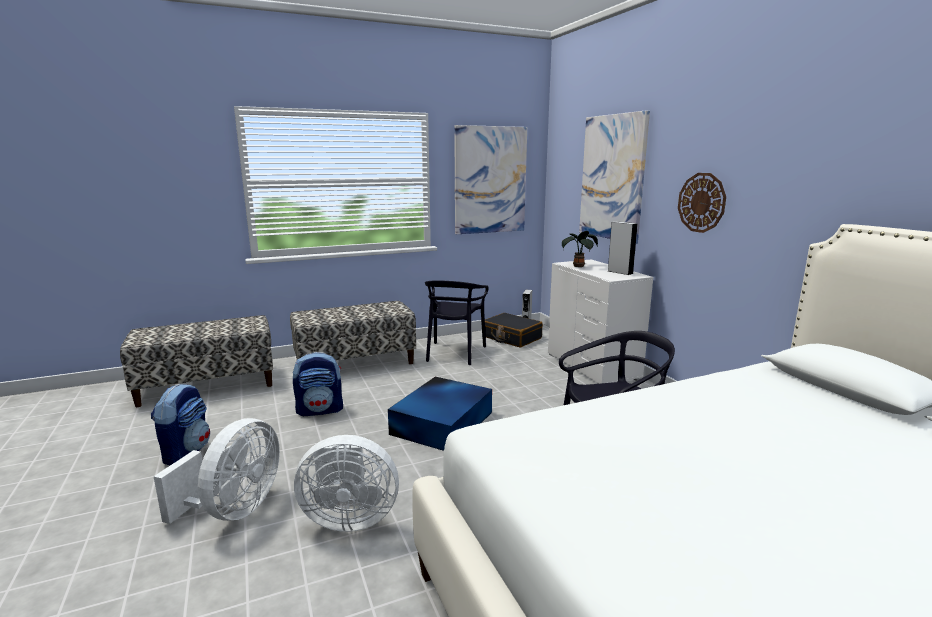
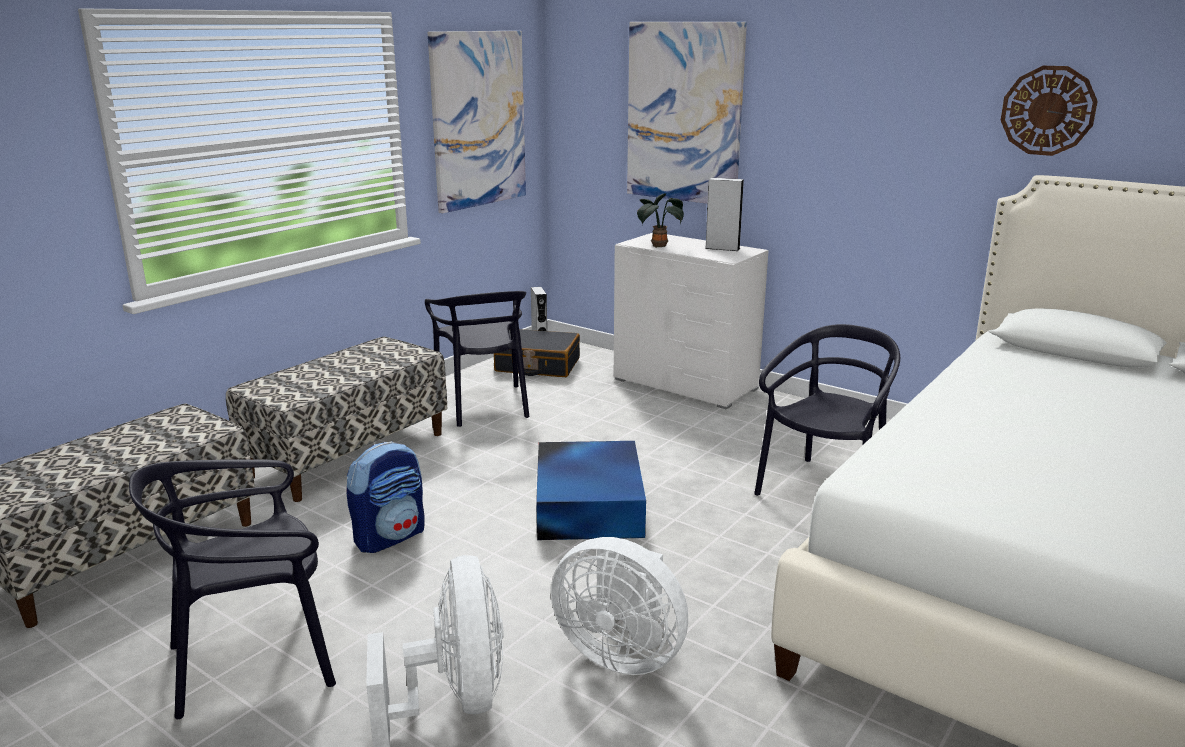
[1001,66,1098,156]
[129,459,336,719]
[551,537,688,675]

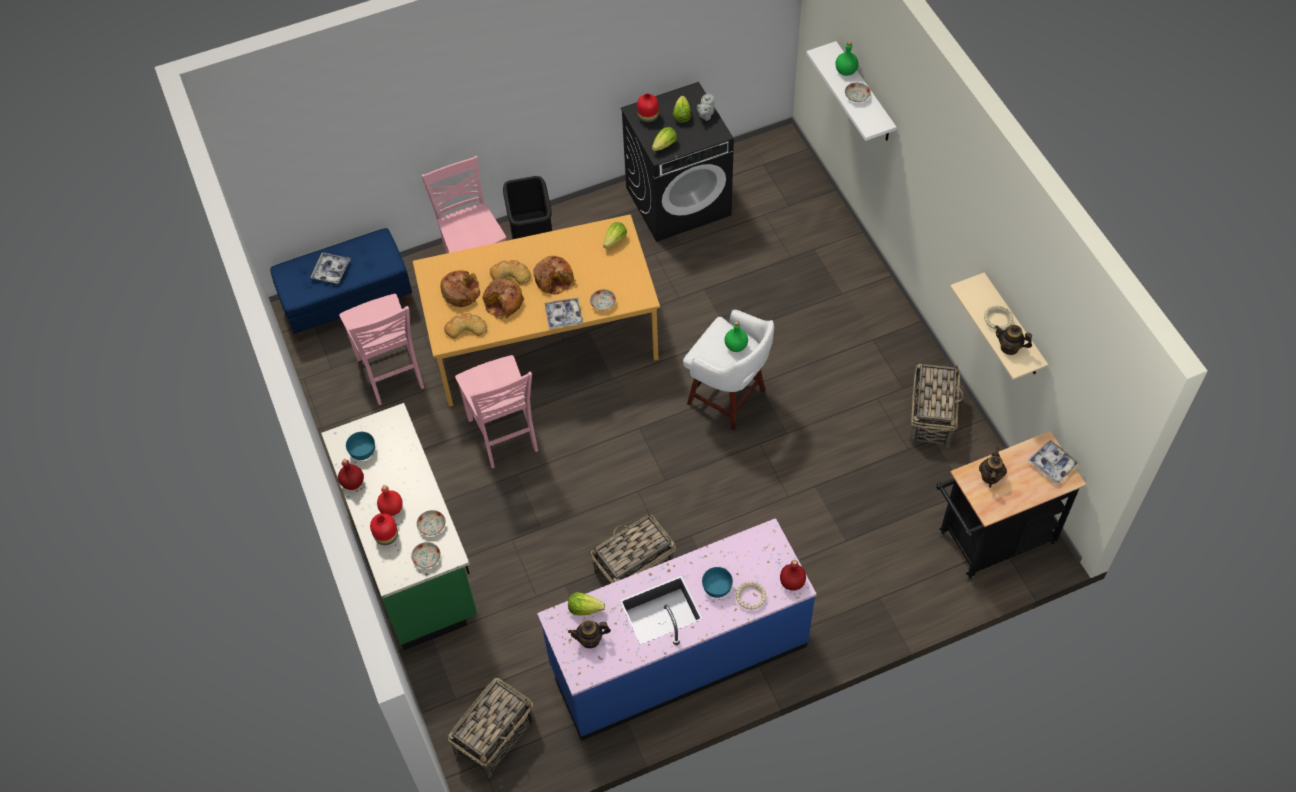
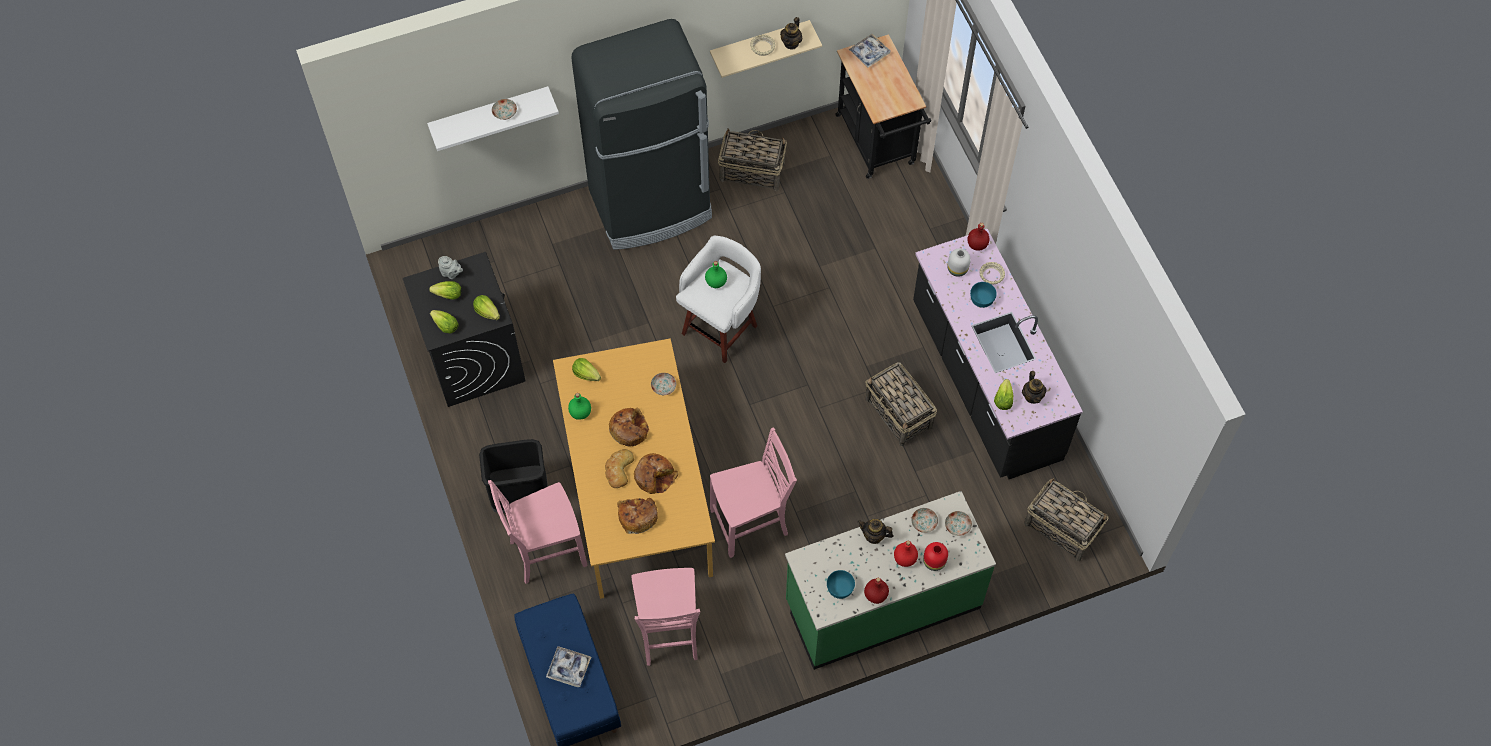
[568,393,591,420]
[430,310,459,333]
[631,568,700,666]
[544,297,583,329] (first image)
[444,313,487,339] (first image)
[858,519,894,544]
[913,229,1083,479]
[571,19,712,250]
[947,248,971,277]

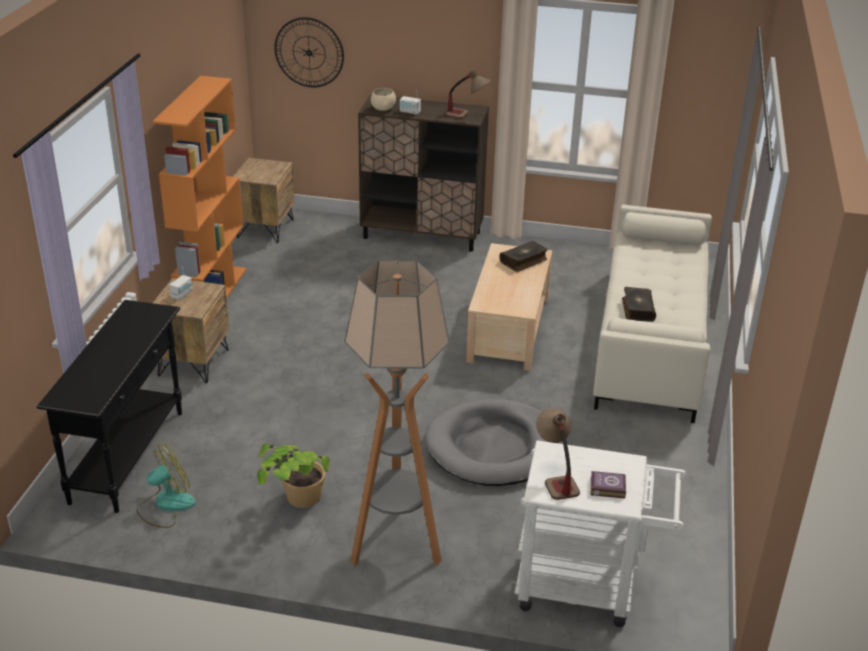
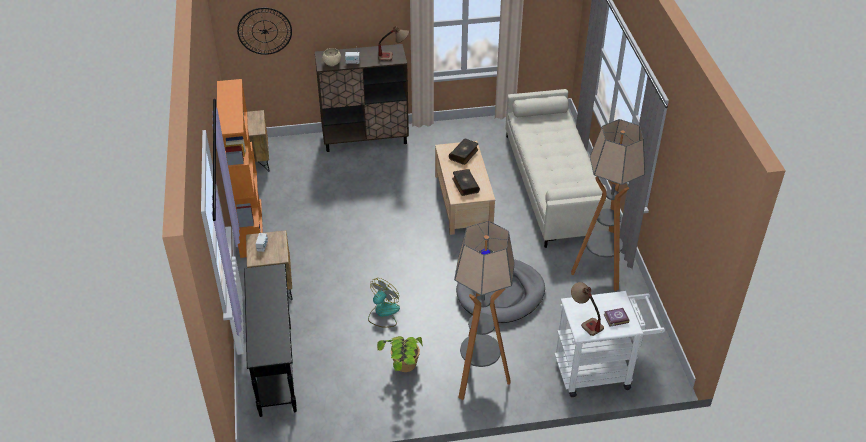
[452,169,480,196]
[368,278,400,328]
[571,119,645,291]

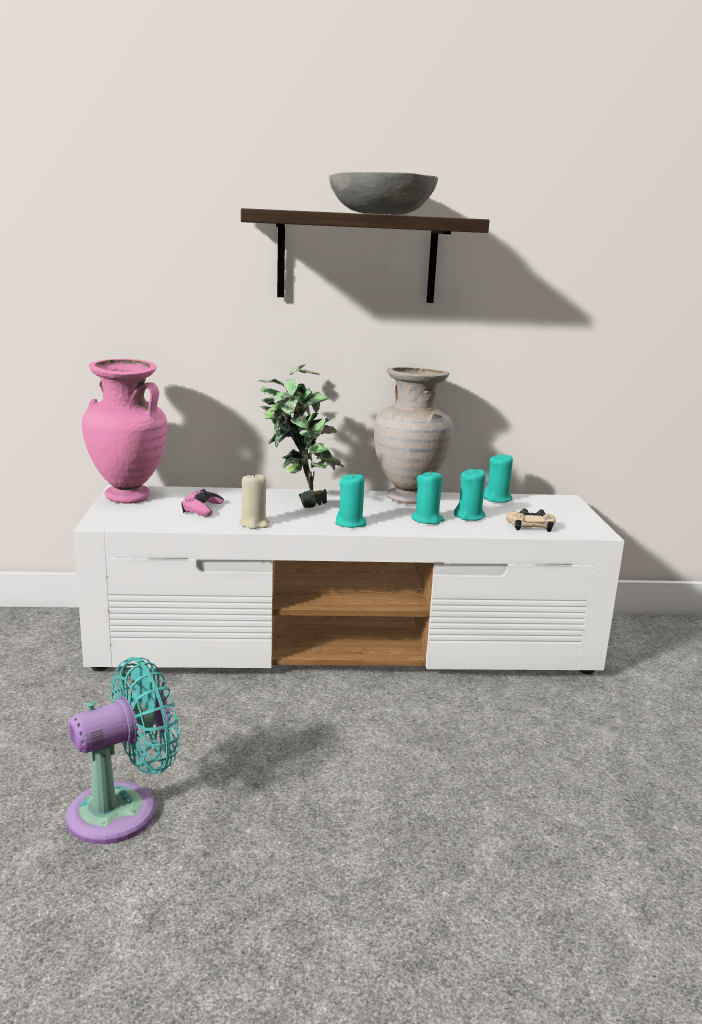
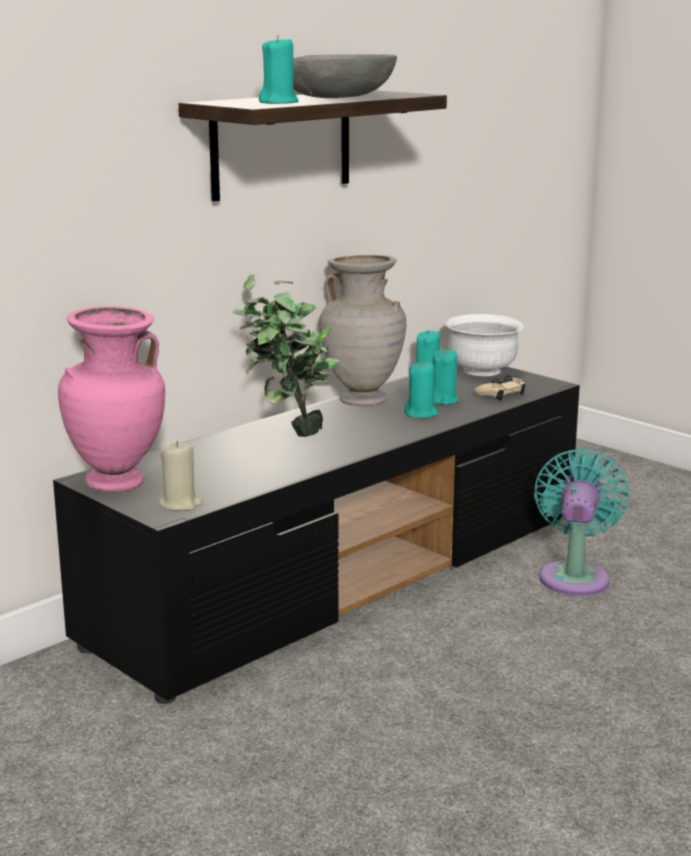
[159,441,203,511]
[259,35,298,104]
[53,364,580,704]
[181,489,224,517] (first image)
[534,449,630,596]
[445,314,524,376]

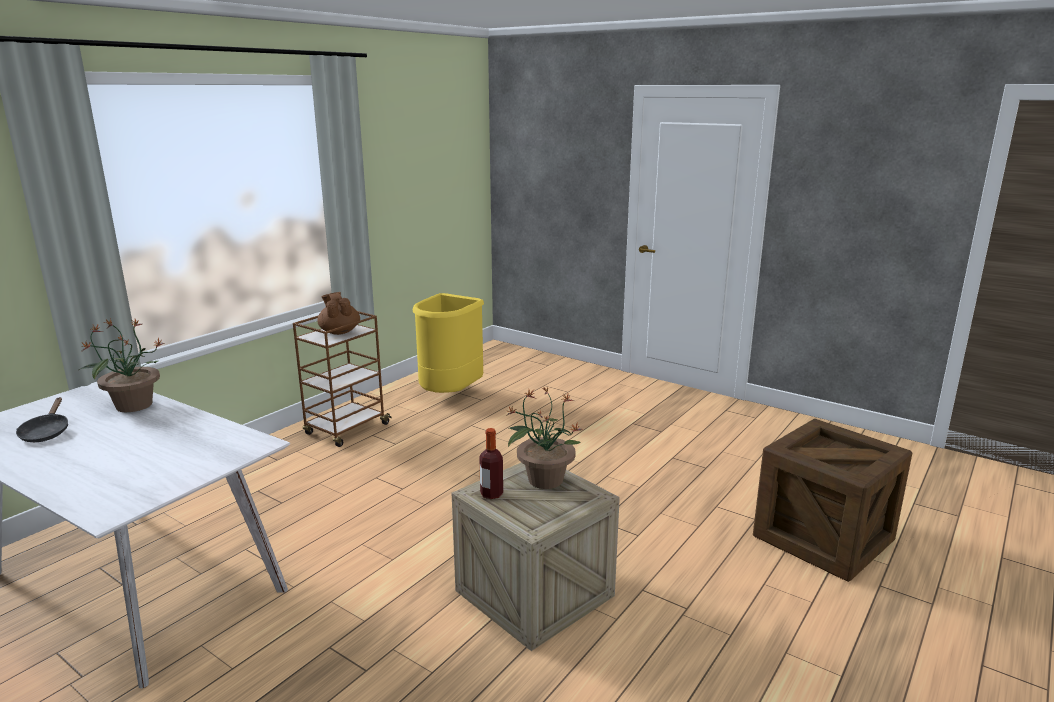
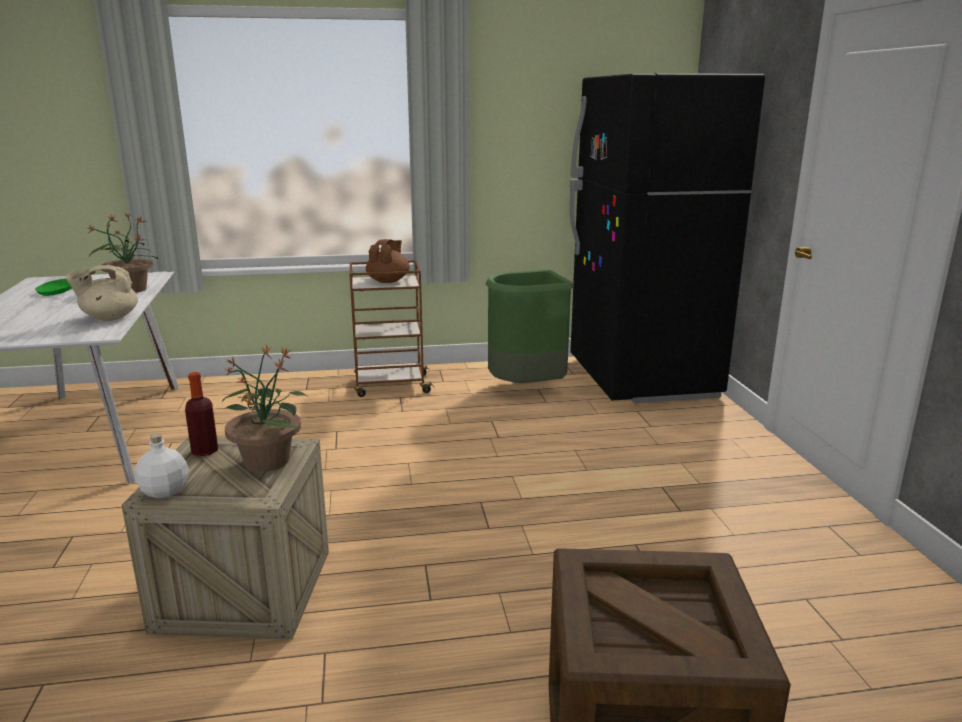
[485,269,574,383]
[35,271,96,296]
[570,73,765,403]
[66,265,138,321]
[134,433,189,499]

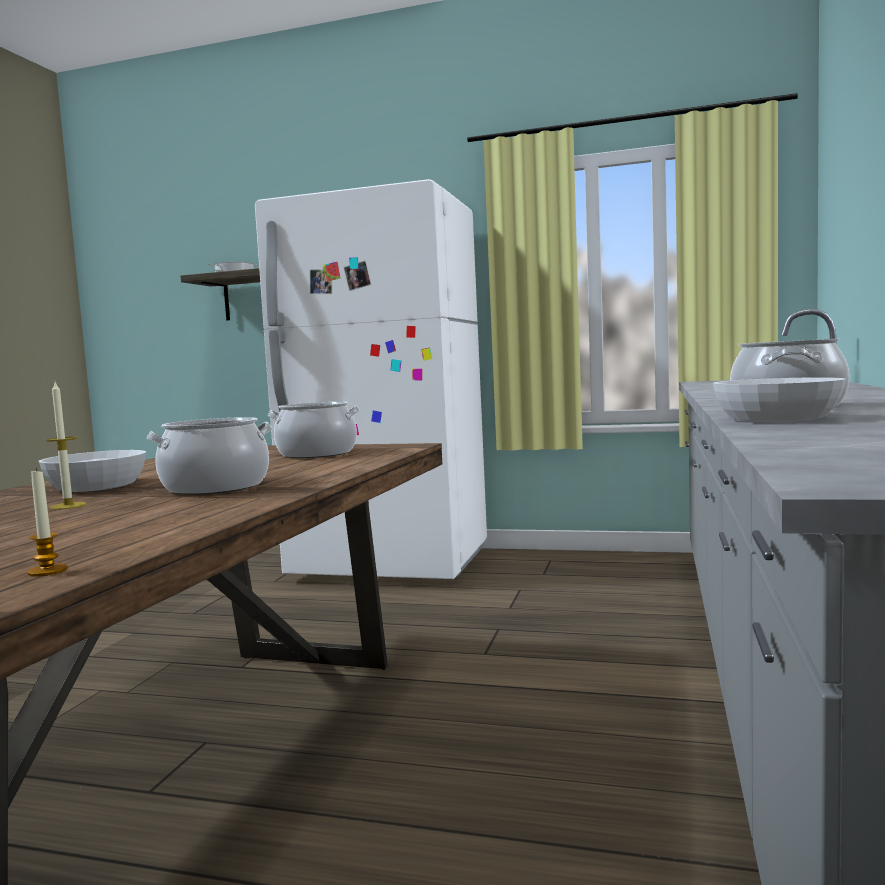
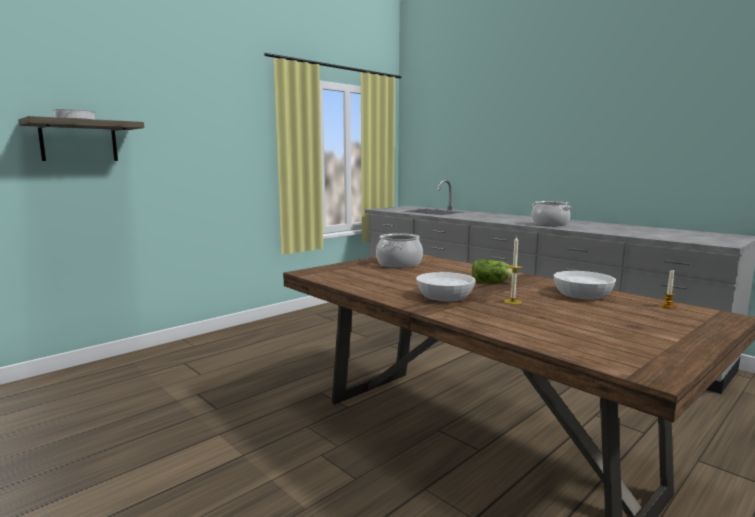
[255,179,487,579] (first image)
[554,271,616,300]
[472,259,512,283]

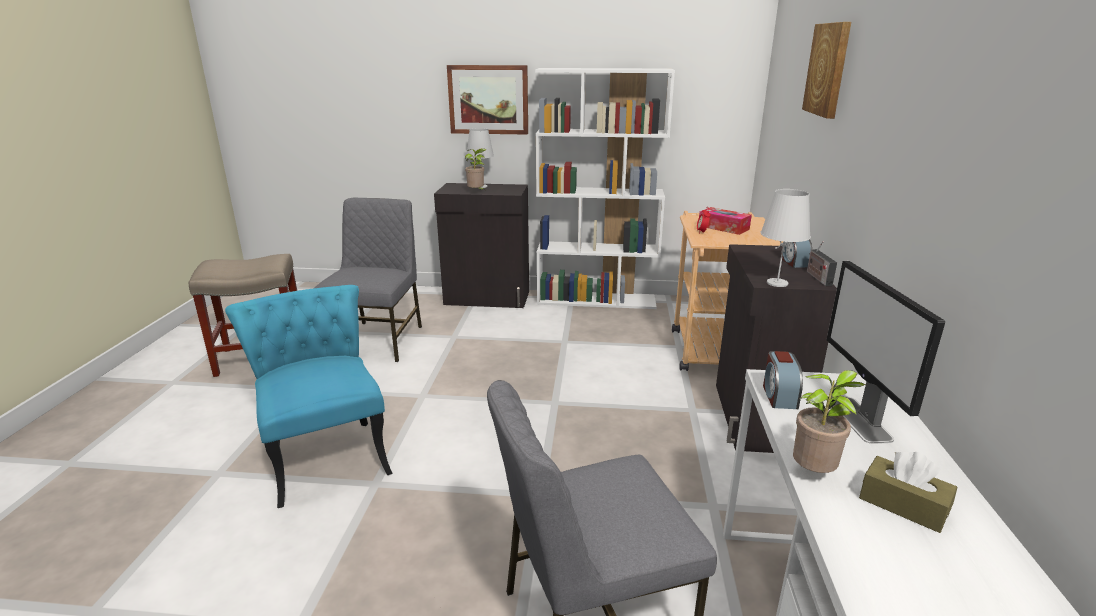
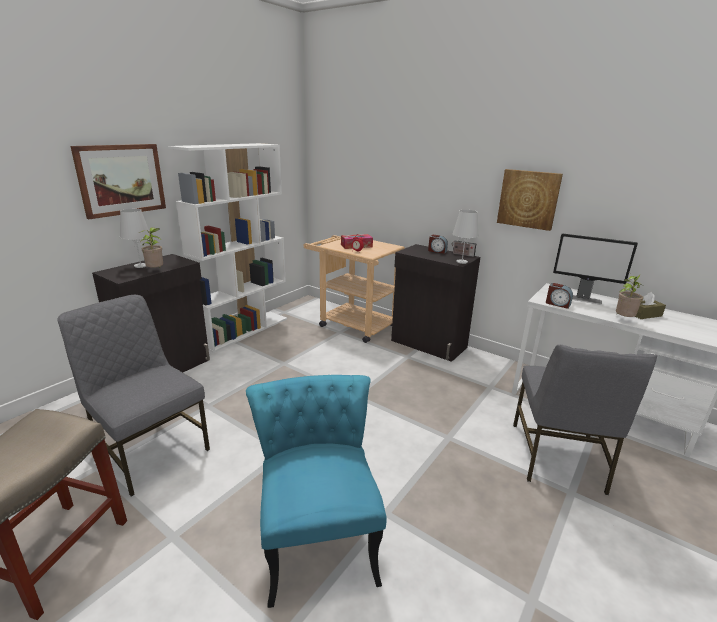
[497,169,563,231]
[246,375,387,608]

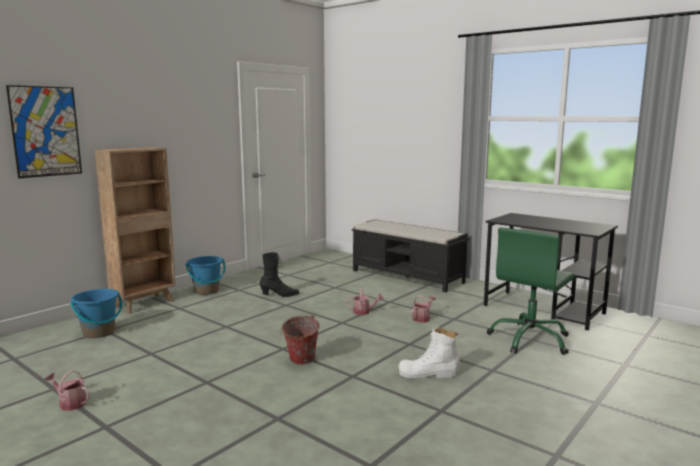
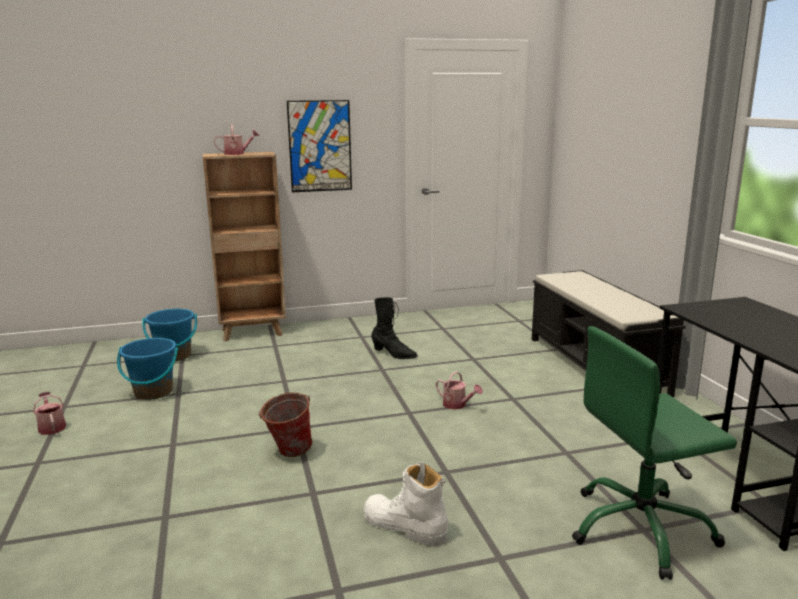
[287,100,352,192]
[117,338,178,400]
[213,125,260,155]

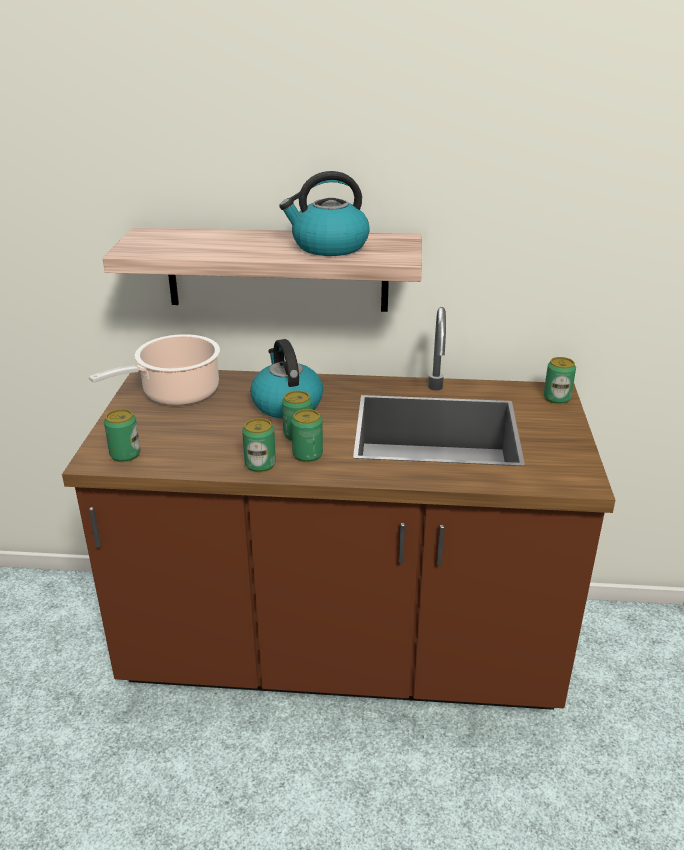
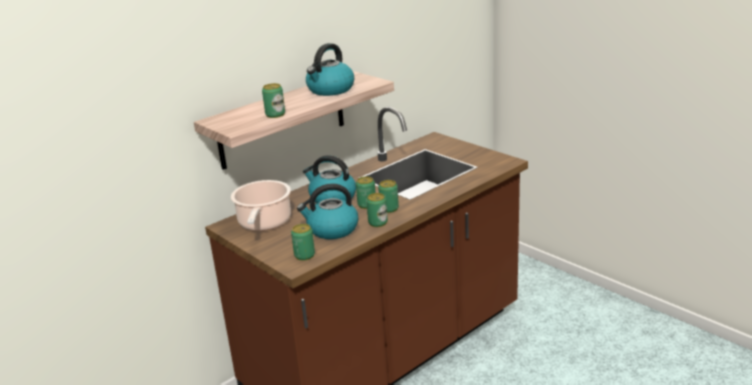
[262,83,285,118]
[297,184,358,239]

